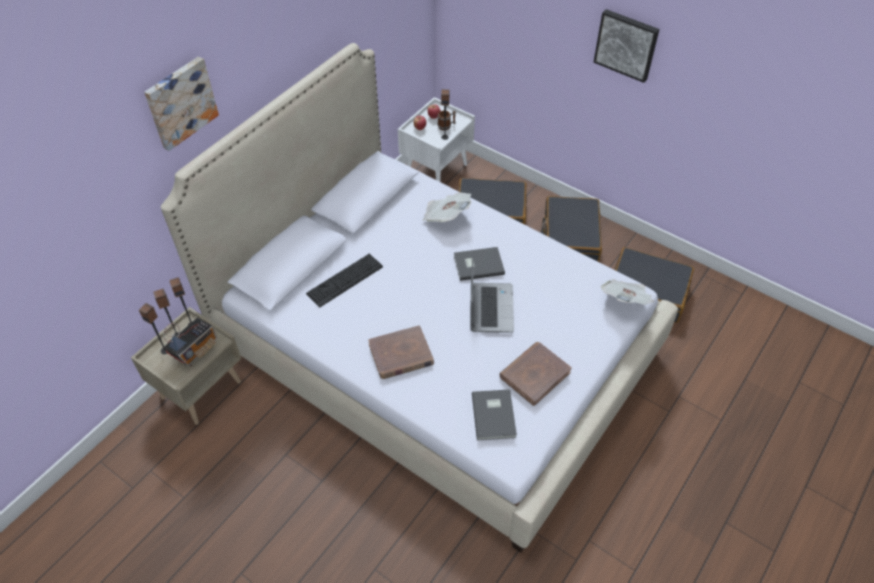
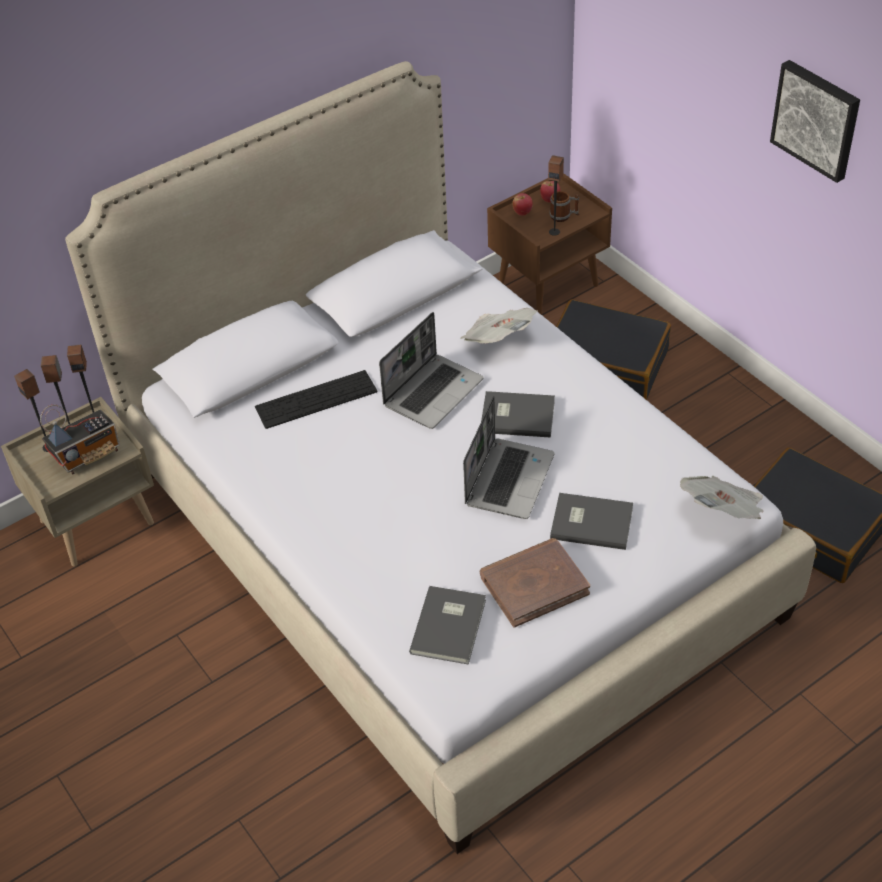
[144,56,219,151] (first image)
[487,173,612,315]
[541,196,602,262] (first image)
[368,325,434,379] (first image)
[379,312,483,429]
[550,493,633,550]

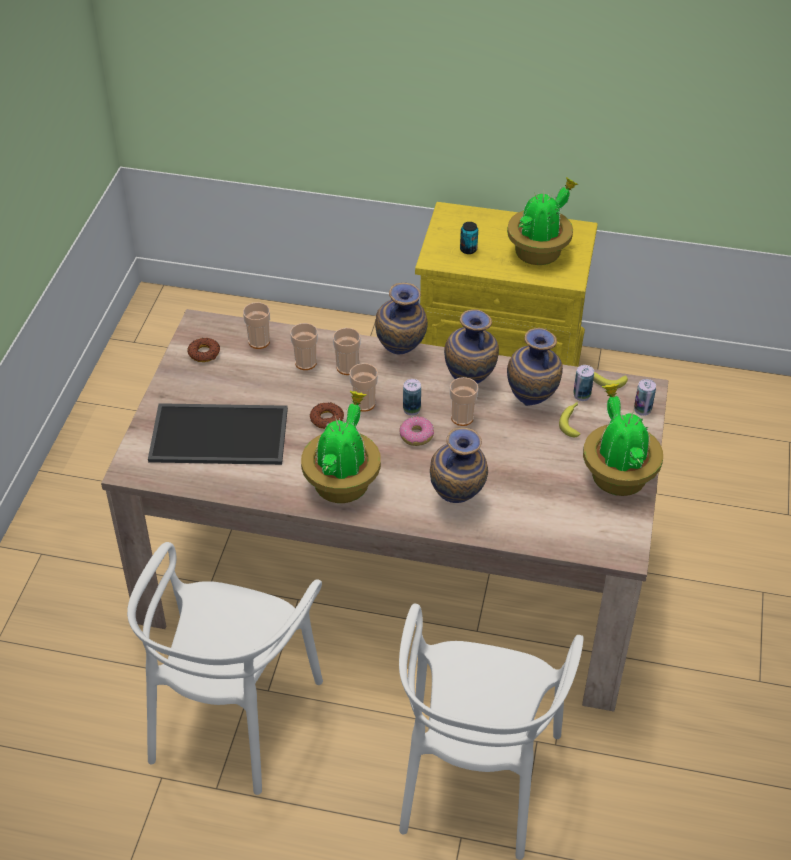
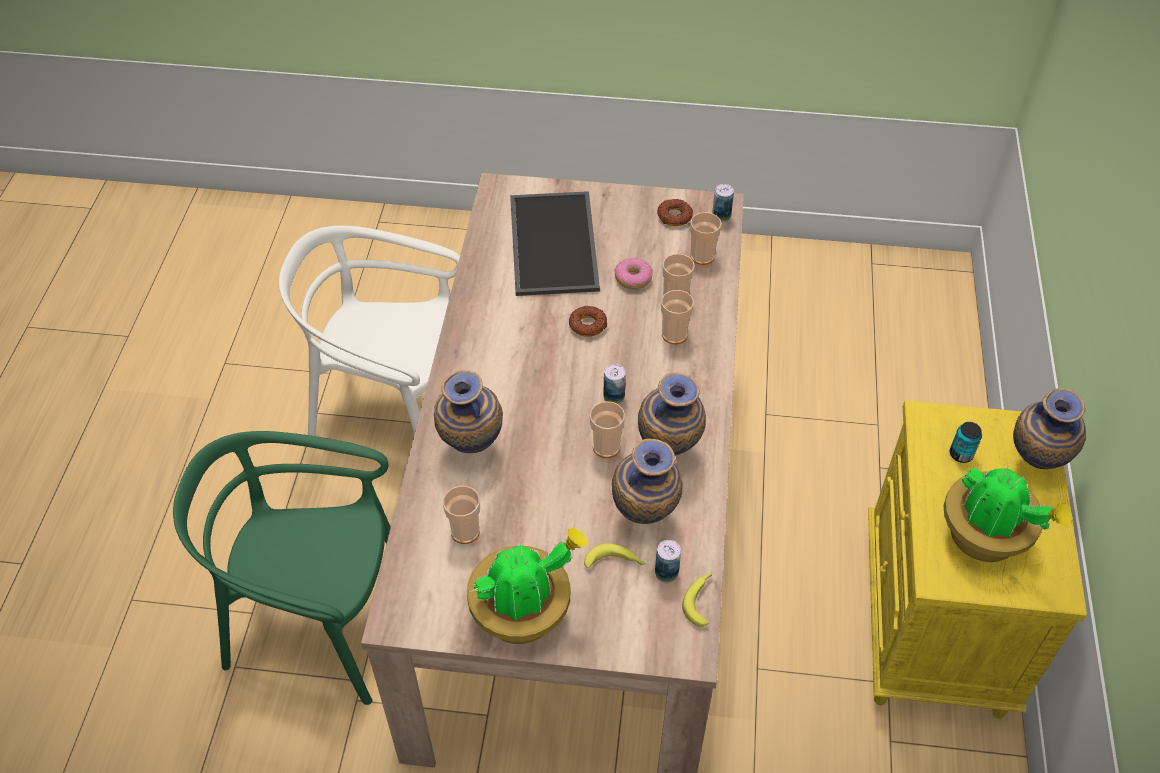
[1013,388,1086,469]
[443,486,480,544]
[712,184,734,223]
[301,391,381,503] (first image)
[614,258,653,289]
[173,431,391,705]

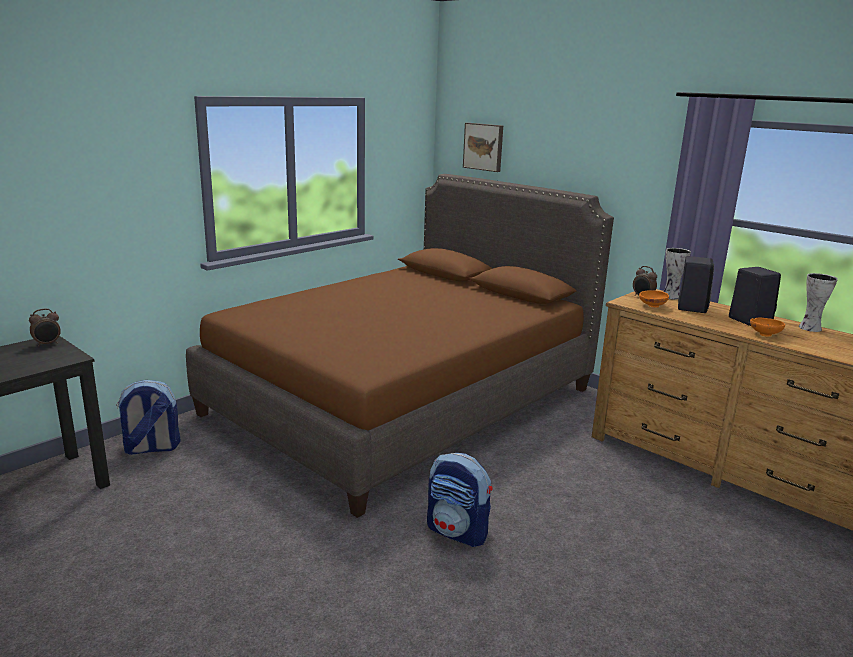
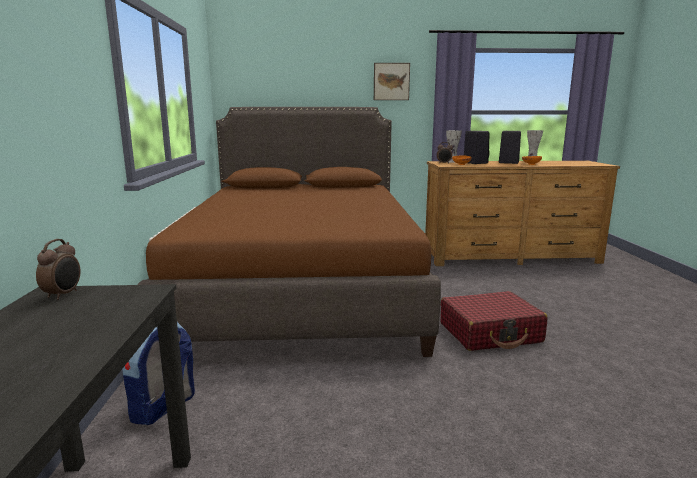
[374,63,410,100]
[440,291,547,351]

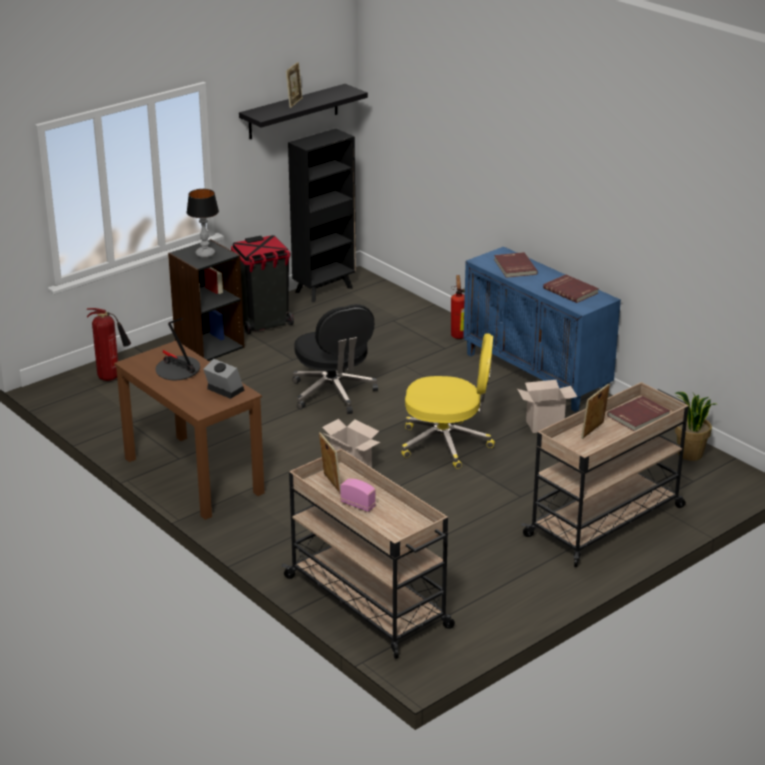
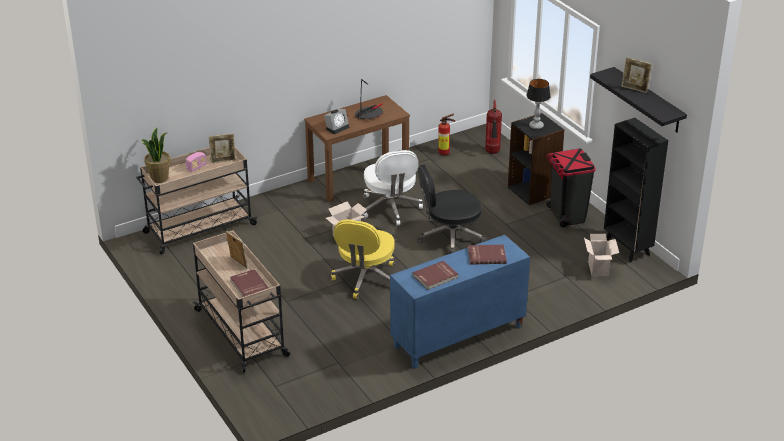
[438,114,455,155]
[584,234,619,276]
[141,127,171,183]
[362,150,423,225]

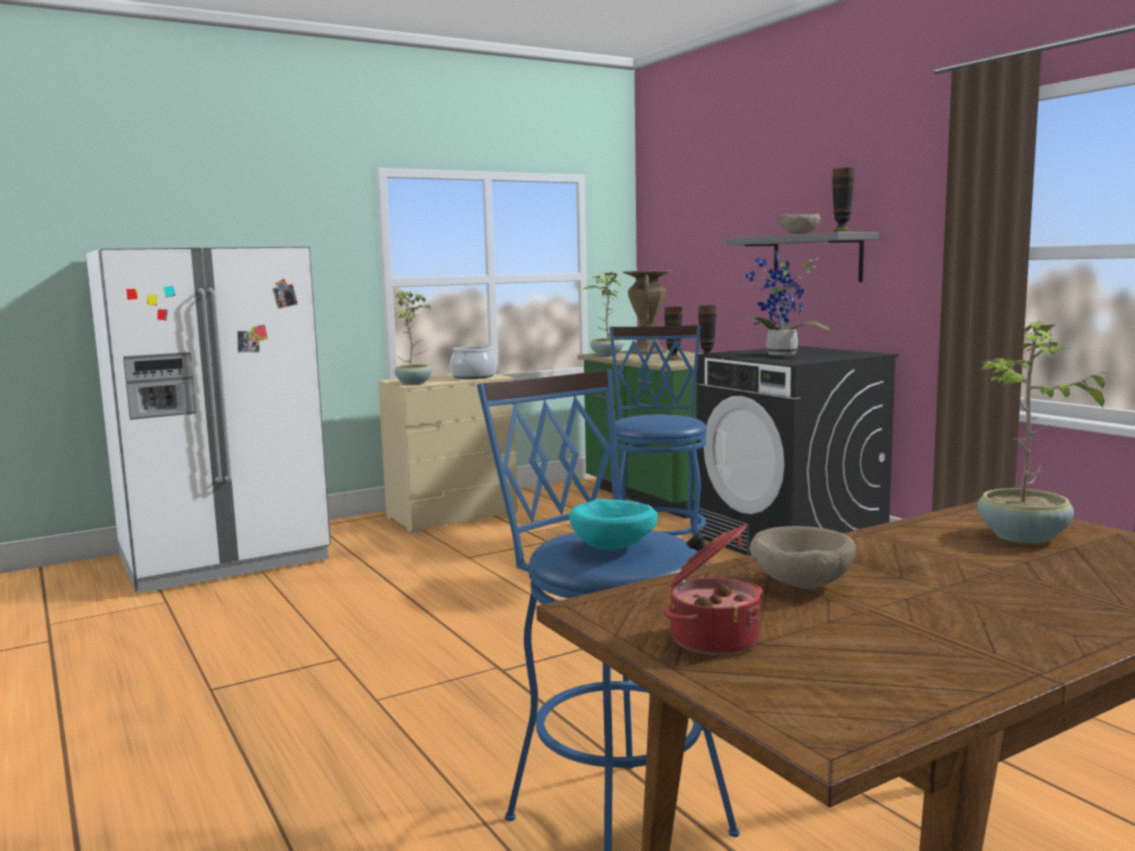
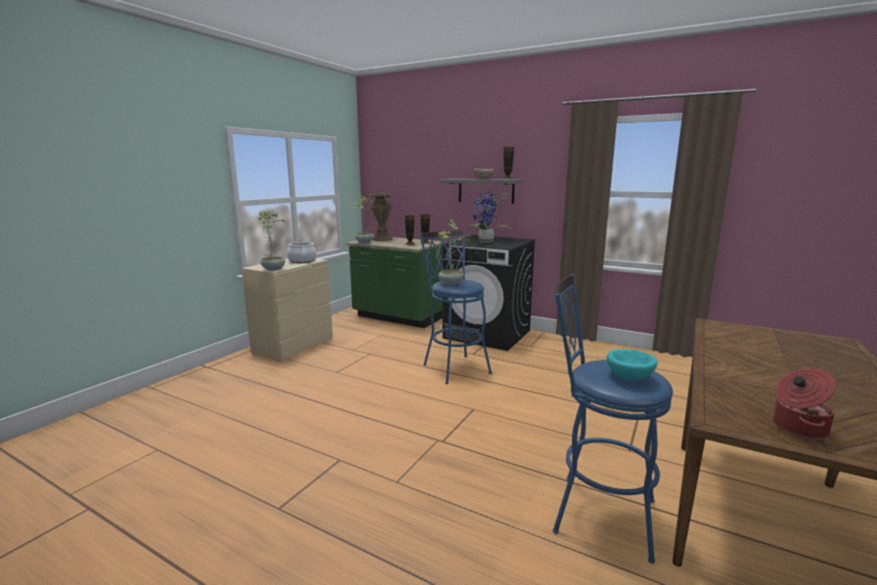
[86,247,331,593] (first image)
[438,220,472,285]
[749,526,856,589] (first image)

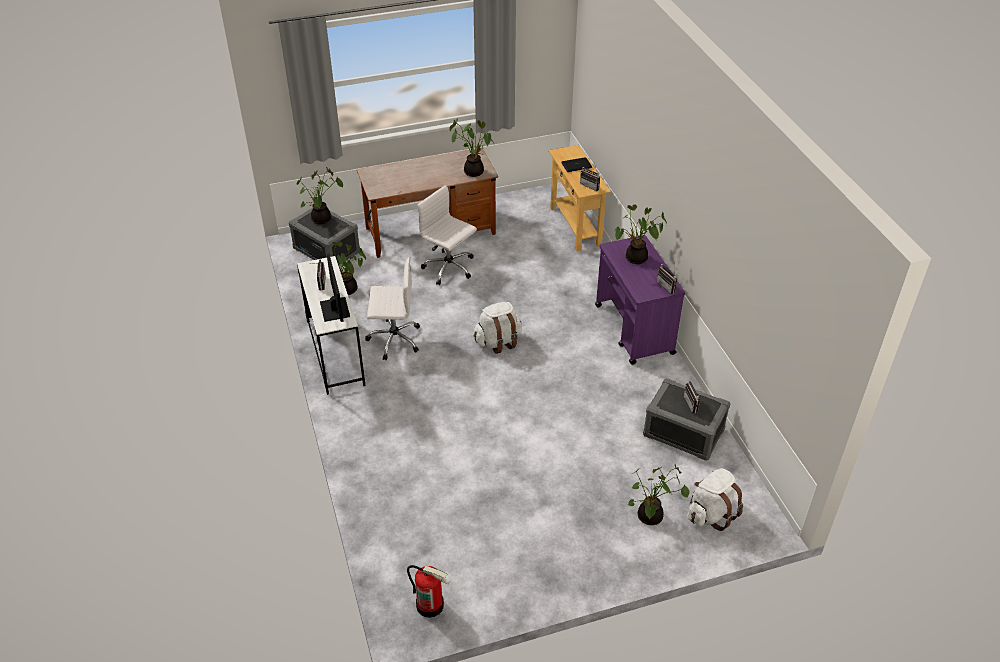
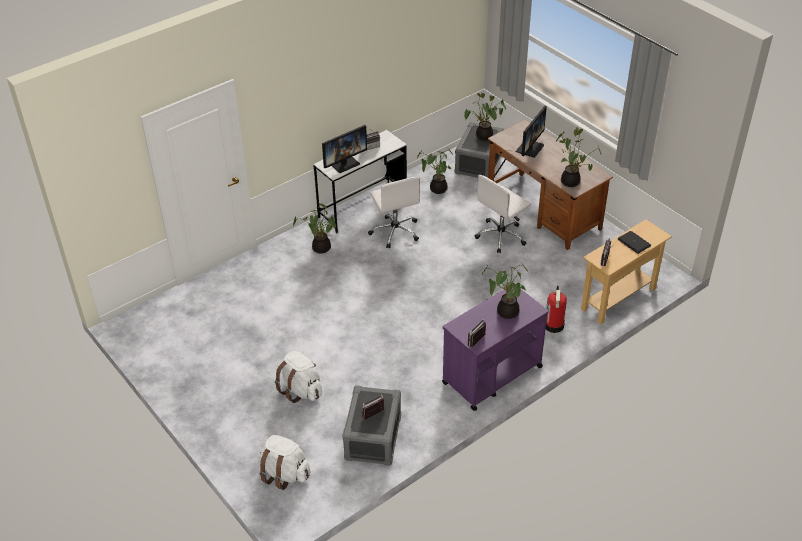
[474,175,531,253]
[275,351,322,403]
[293,203,336,253]
[546,286,567,333]
[516,106,547,158]

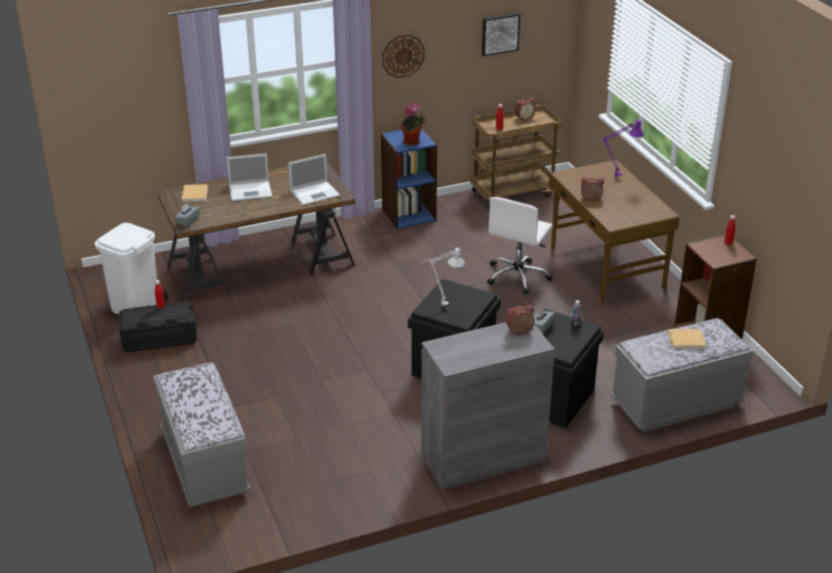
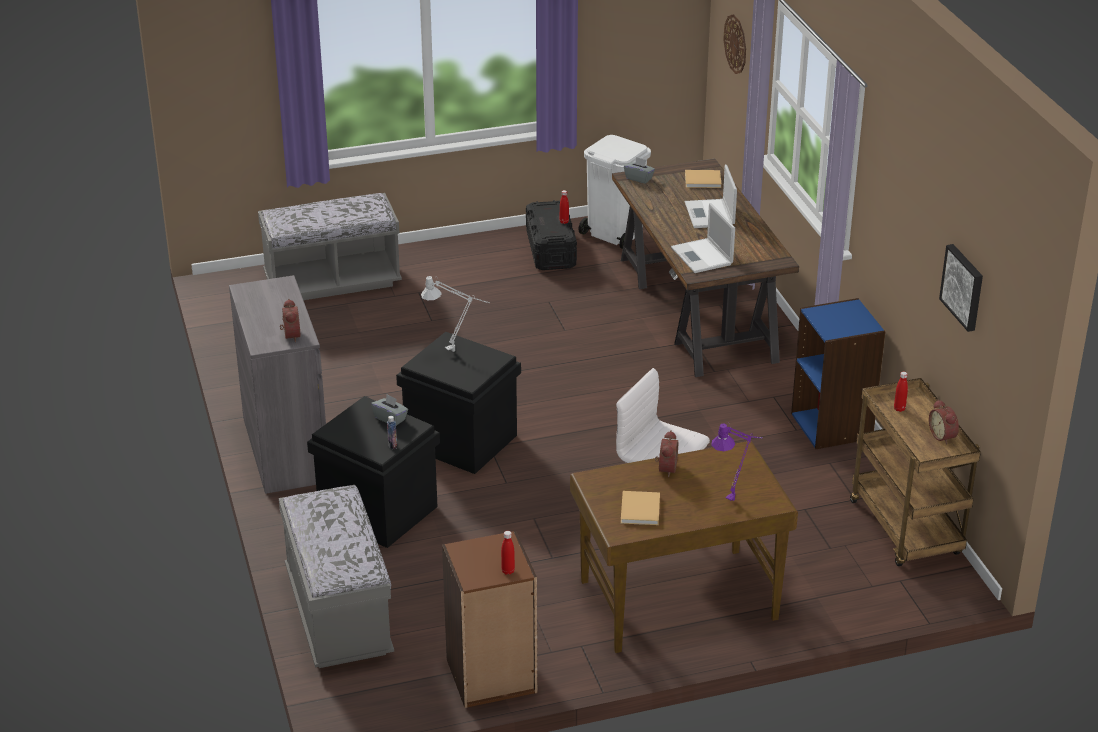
[723,14,746,74]
[401,102,425,146] (first image)
[621,491,660,525]

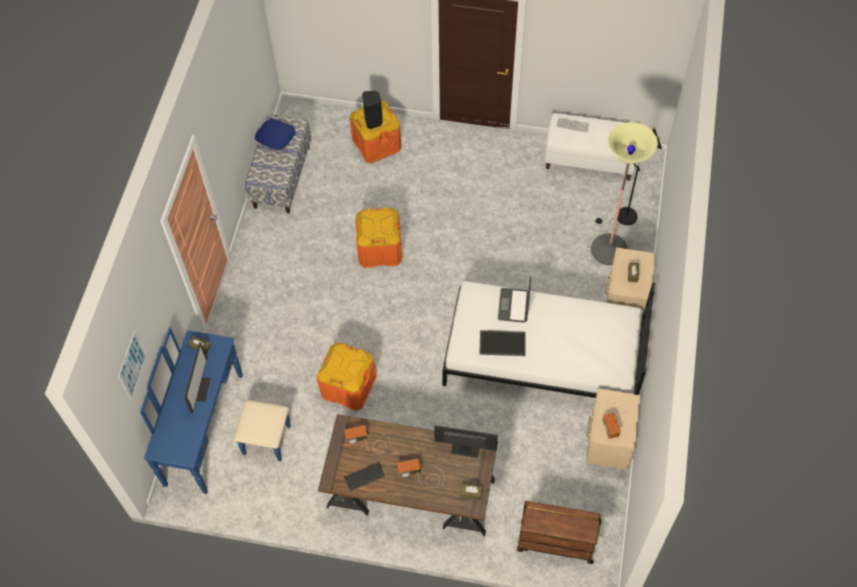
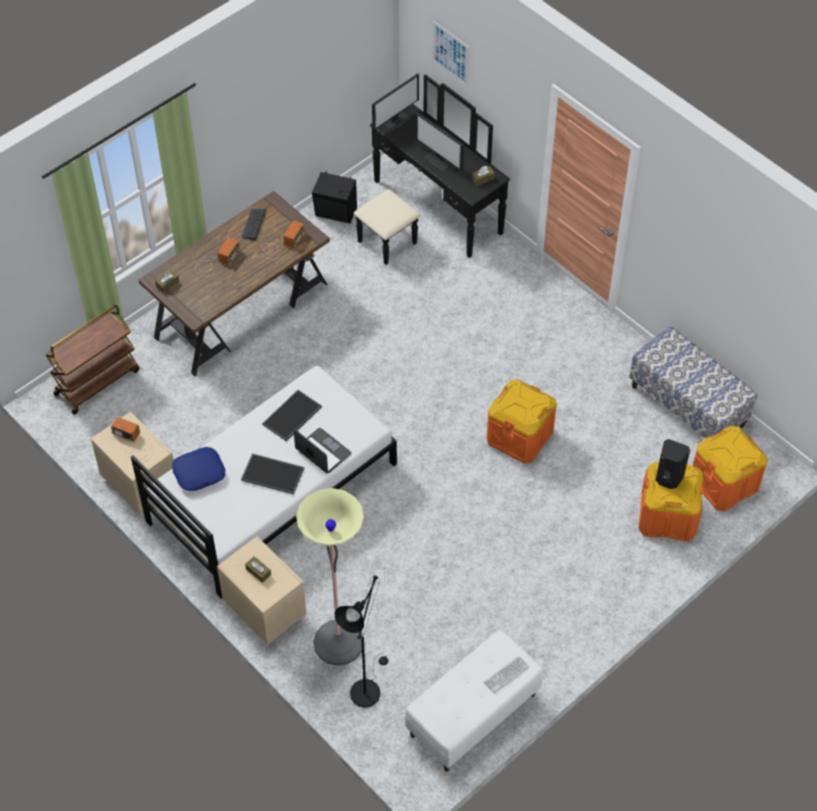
[172,447,225,491]
[353,74,510,265]
[693,426,767,511]
[372,73,419,131]
[312,172,357,223]
[241,453,304,494]

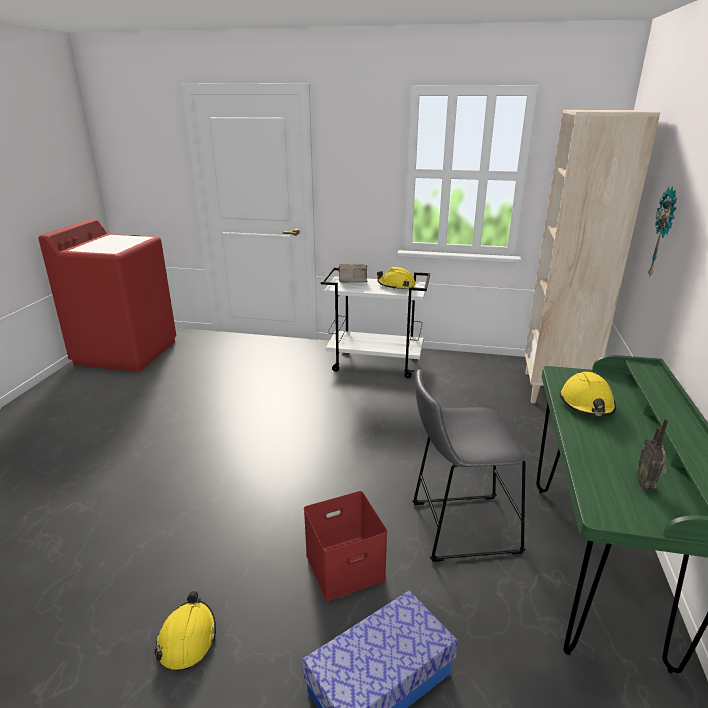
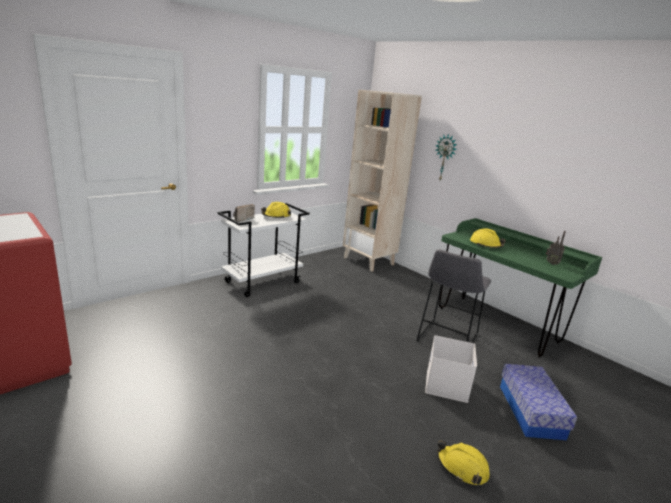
[425,335,477,403]

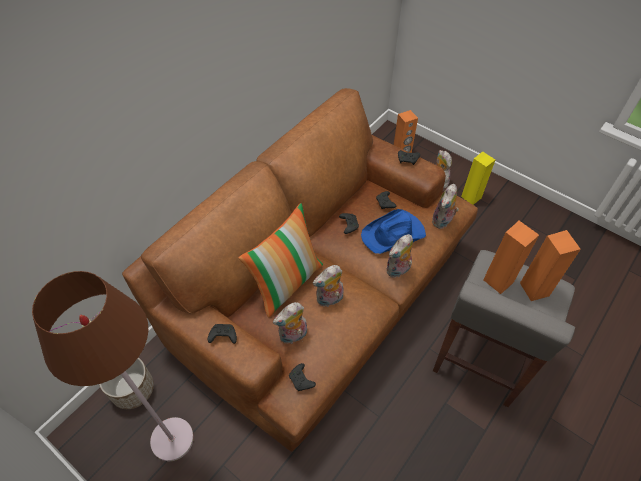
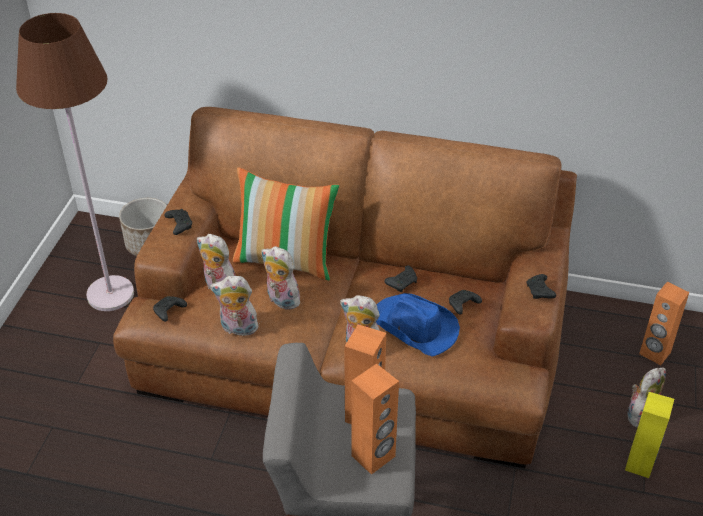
[210,276,260,336]

